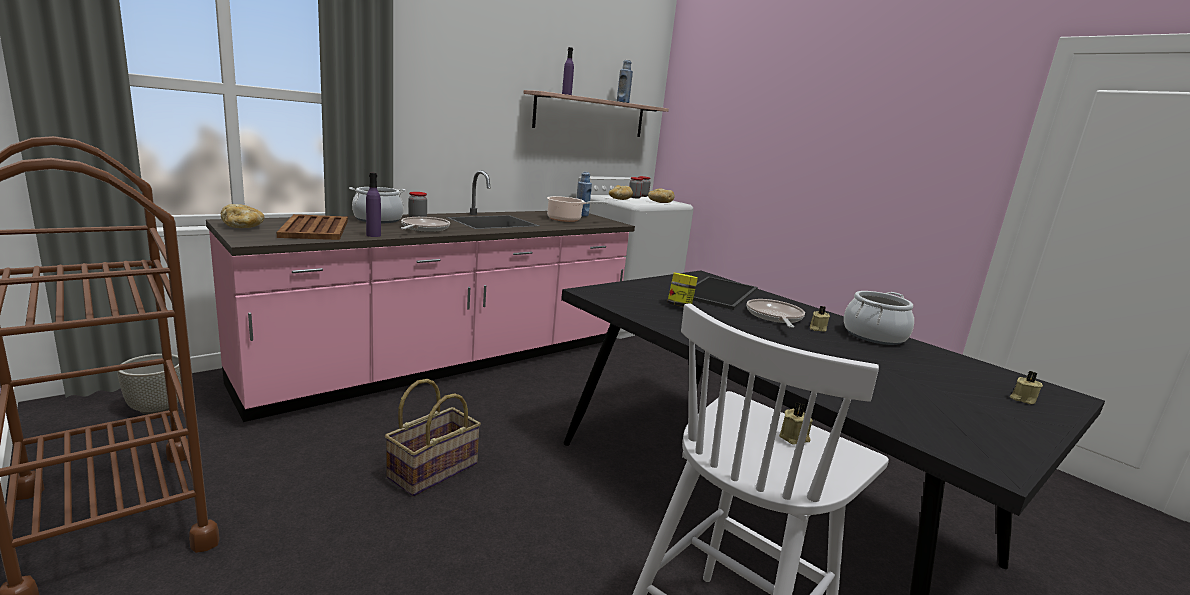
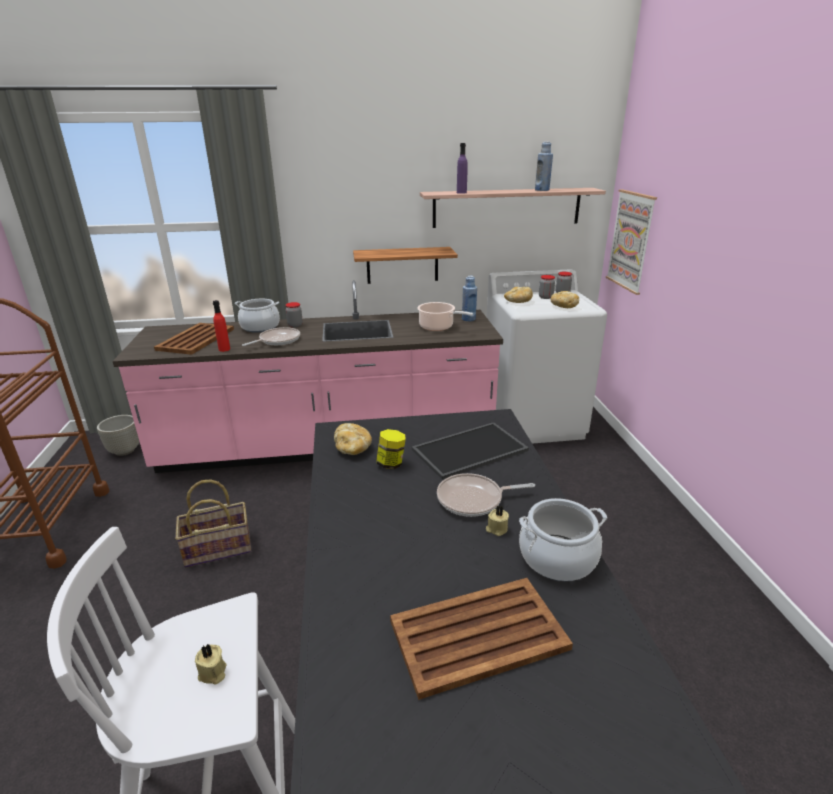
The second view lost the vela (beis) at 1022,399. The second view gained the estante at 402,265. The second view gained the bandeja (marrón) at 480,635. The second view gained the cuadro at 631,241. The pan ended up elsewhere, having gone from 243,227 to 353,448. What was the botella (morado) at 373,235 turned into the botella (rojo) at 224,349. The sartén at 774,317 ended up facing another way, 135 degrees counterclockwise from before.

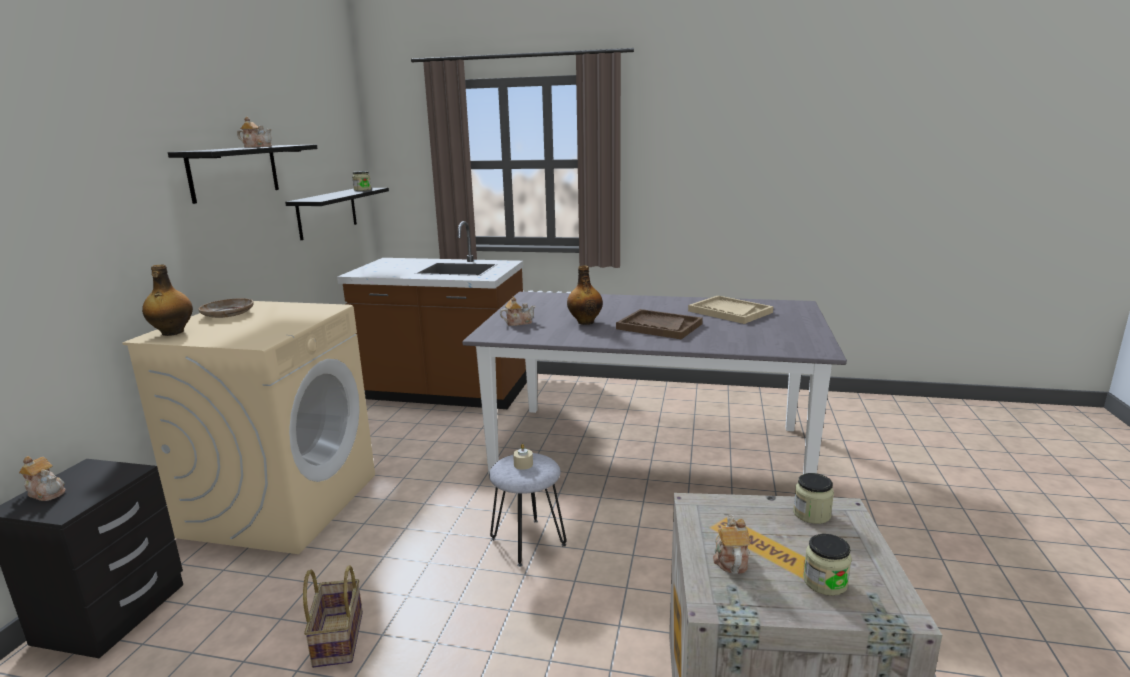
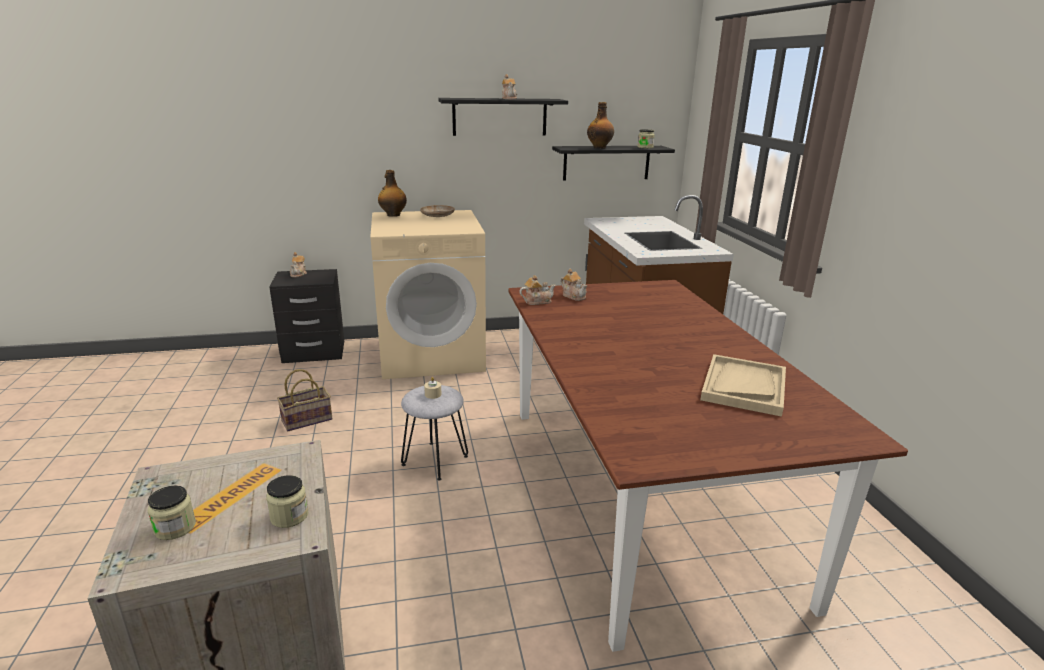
The second view lost the bandeja (marrón) at 659,326. The botella ended up elsewhere, having gone from 585,322 to 599,147. The tetera ended up elsewhere, having gone from 730,559 to 537,301. What was the mesa de comedor (gris) at 650,450 turned into the mesa de comedor (marrón) at 641,494.

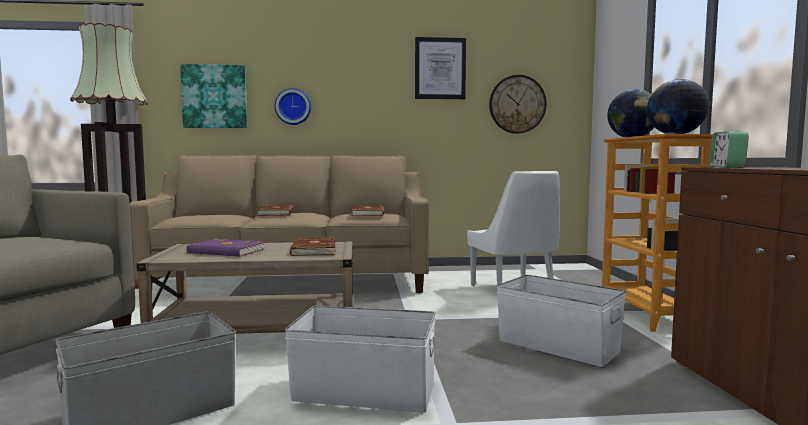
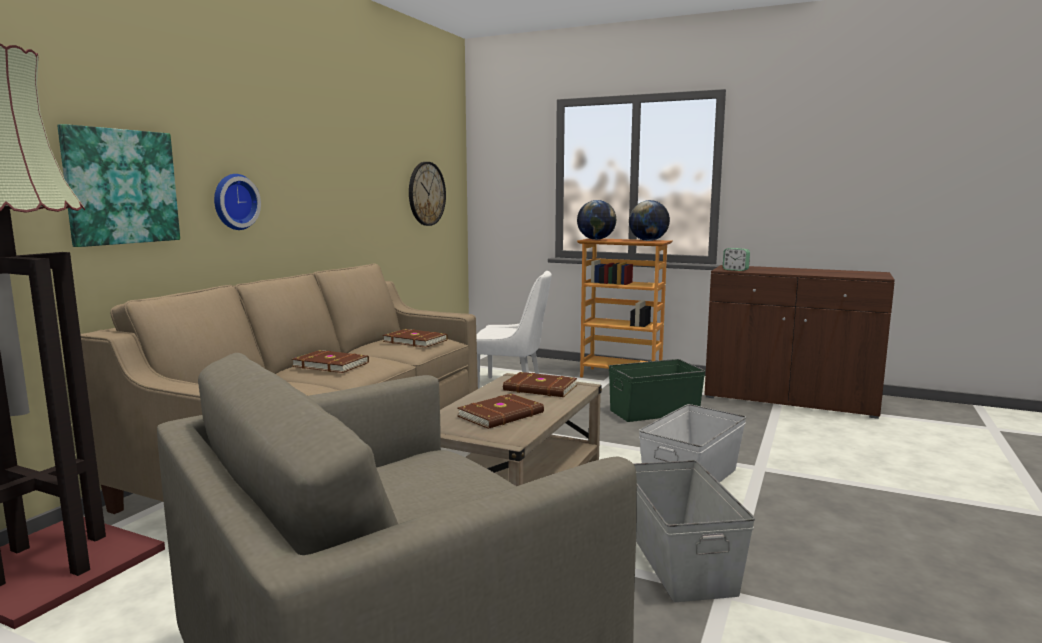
The second view lost the cuadro at 440,68. What was the libro (morado) at 226,252 turned into the libro (marrón) at 502,415. What was the caja de almacenaje (blanco) at 558,346 turned into the caja de almacenaje (verde) at 655,411.

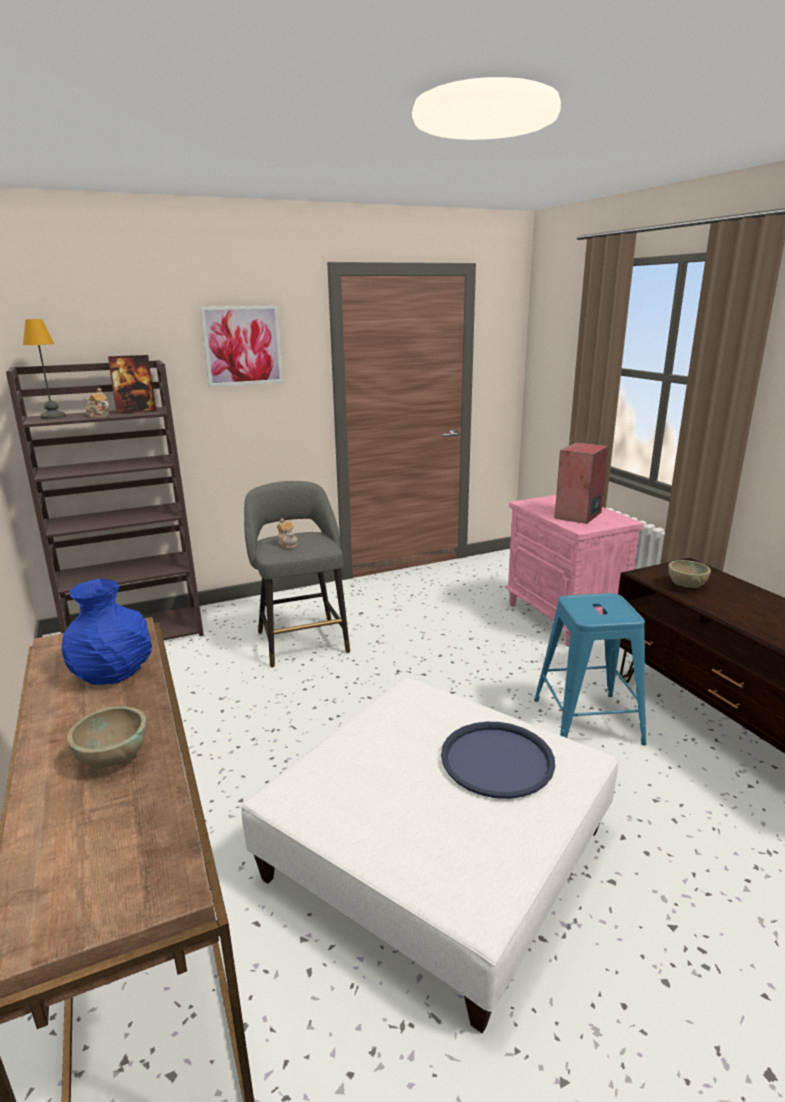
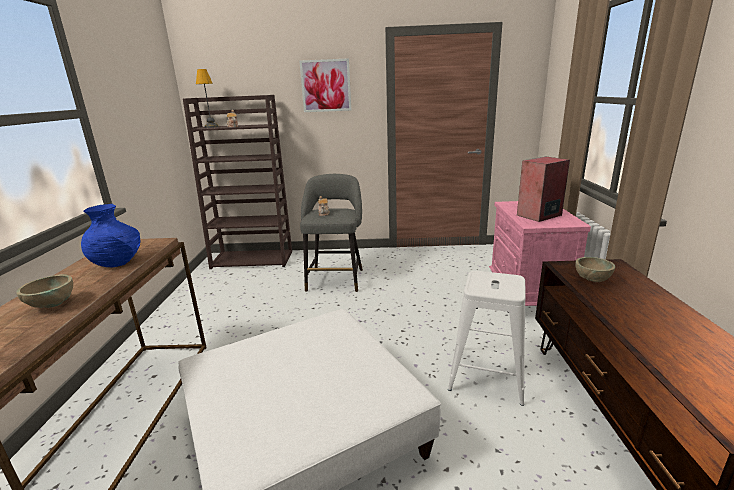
The second view lost the portarretratos at 136,411. The second view lost the bandeja (azul) at 497,760. What was the taburete (azul) at 587,721 turned into the taburete (blanco) at 487,375.

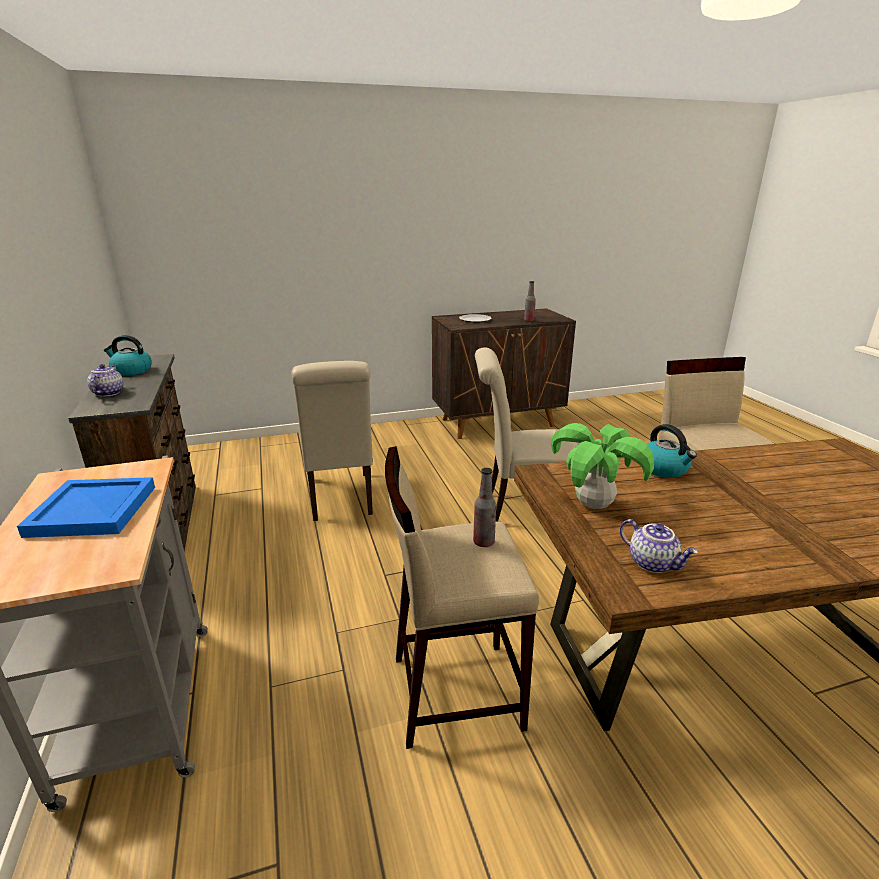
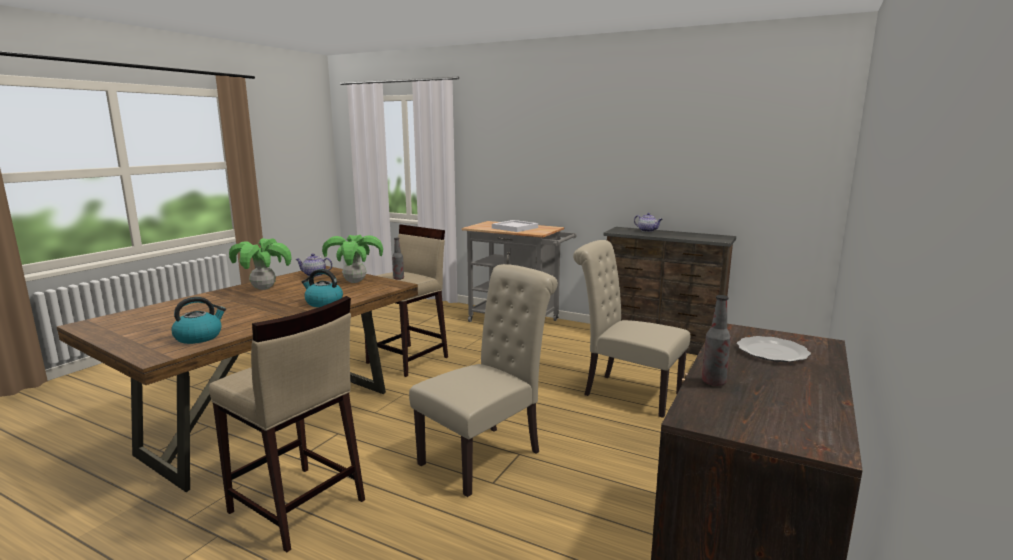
The second view gained the planta en maceta at 264,288. The hervidor ended up elsewhere, having gone from 131,371 to 199,337. What was the bandeja (azul) at 91,511 turned into the bandeja (blanco) at 515,228.

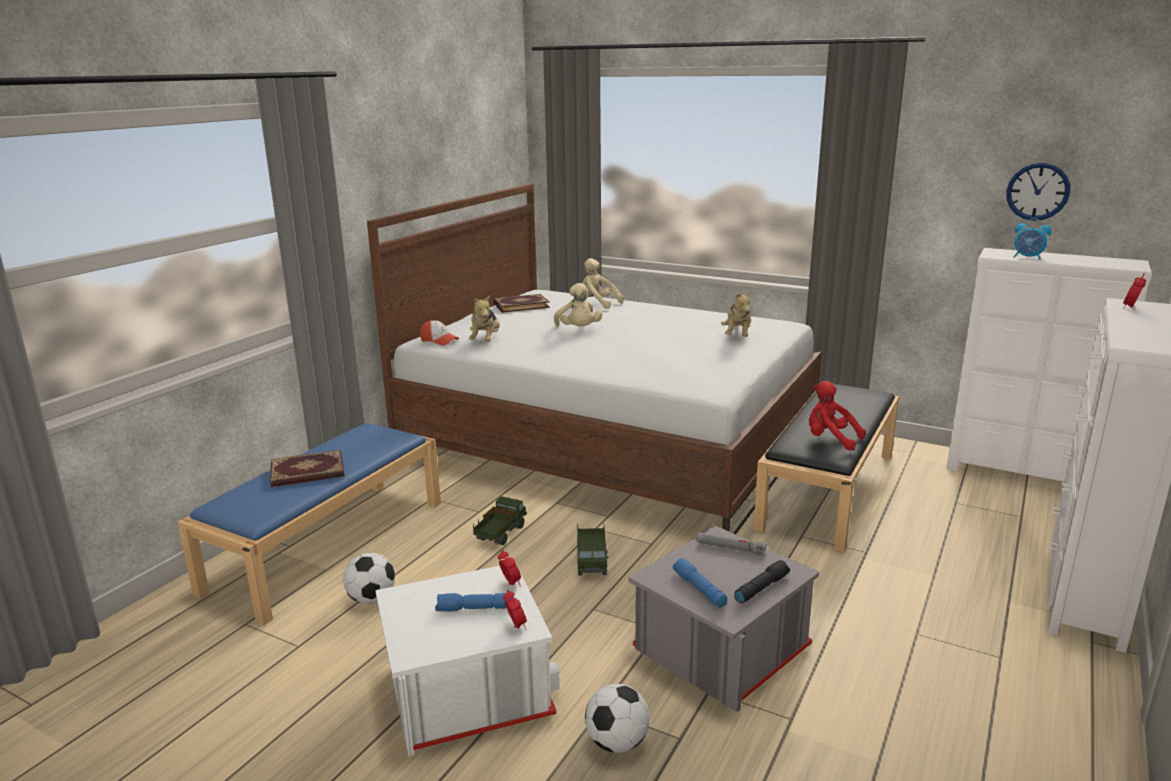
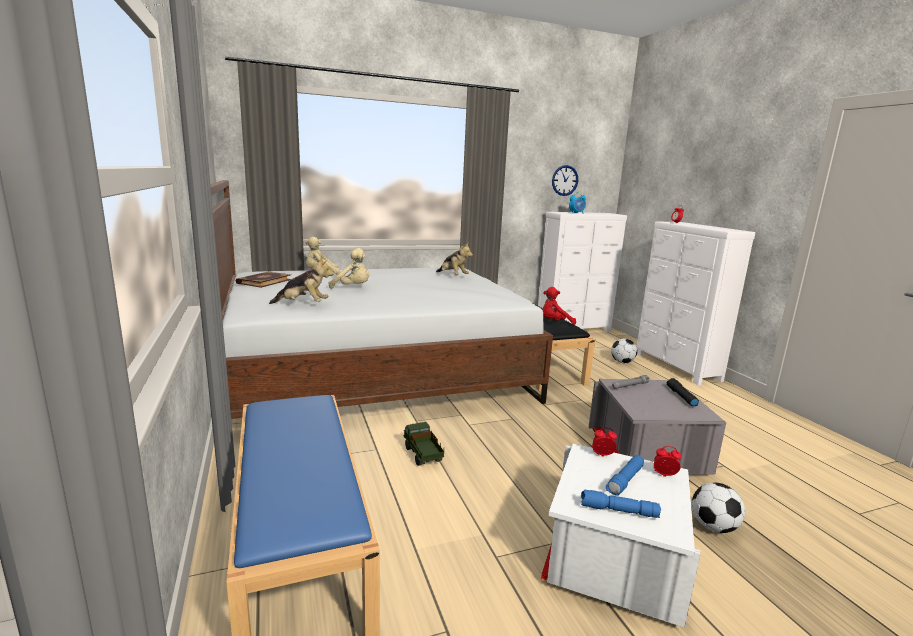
The second view lost the libro at 307,472. The second view lost the gorra at 439,341. The second view lost the camión de juguete at 592,562. The balón de fútbol ended up elsewhere, having gone from 372,599 to 622,362. The linterna (azul) ended up elsewhere, having gone from 698,589 to 618,511. The peluche at 486,340 ended up facing another way, 45 degrees counterclockwise from before.

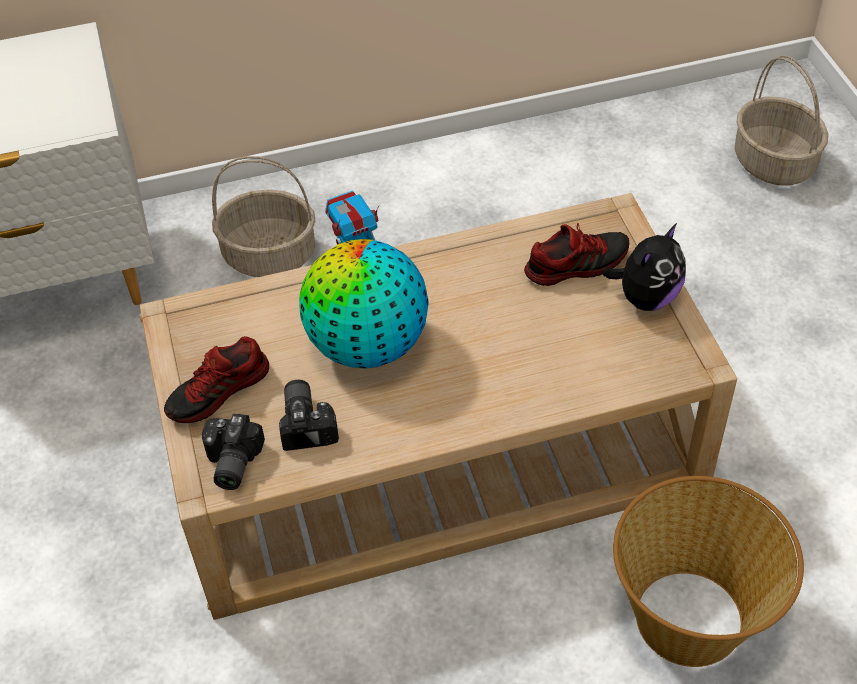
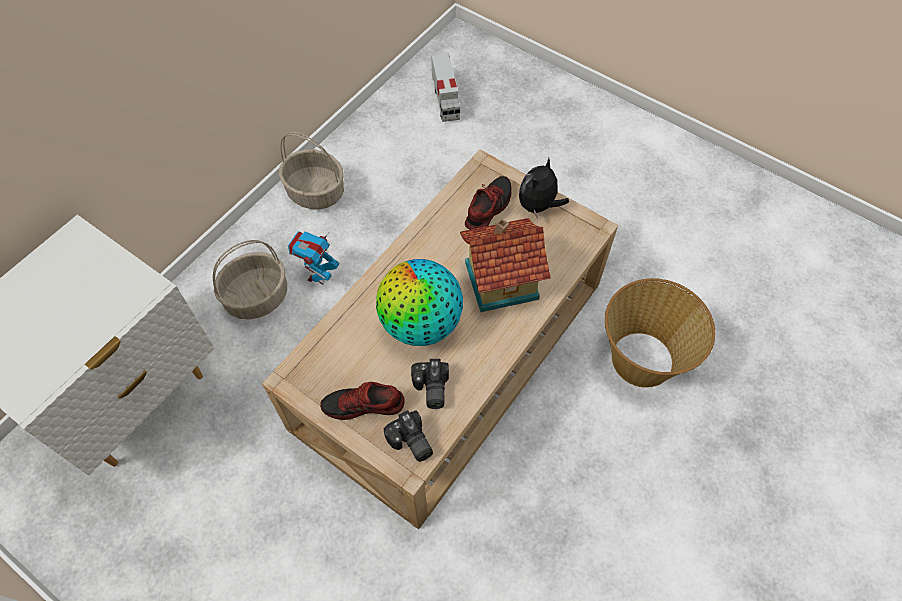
The second view gained the camión de juguete at 445,99. The second view gained the casita at 500,279. The cesta ended up elsewhere, having gone from 775,163 to 316,192. The zapato at 219,392 ended up facing another way, 75 degrees clockwise from before. The cámara at 308,422 ended up facing another way, 135 degrees counterclockwise from before. The peluche at 646,297 ended up facing another way, 150 degrees counterclockwise from before.

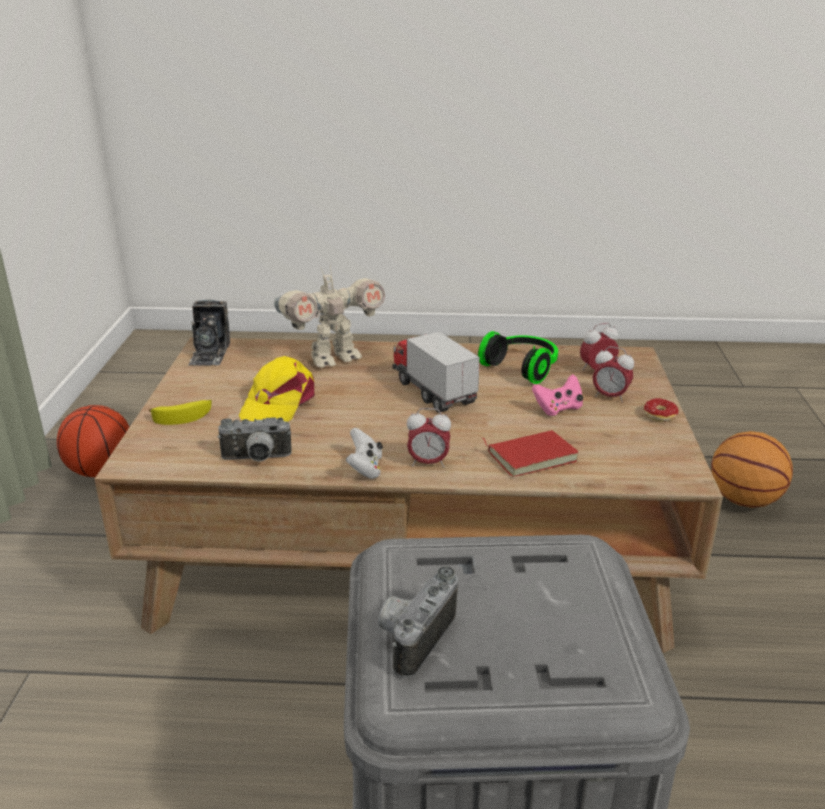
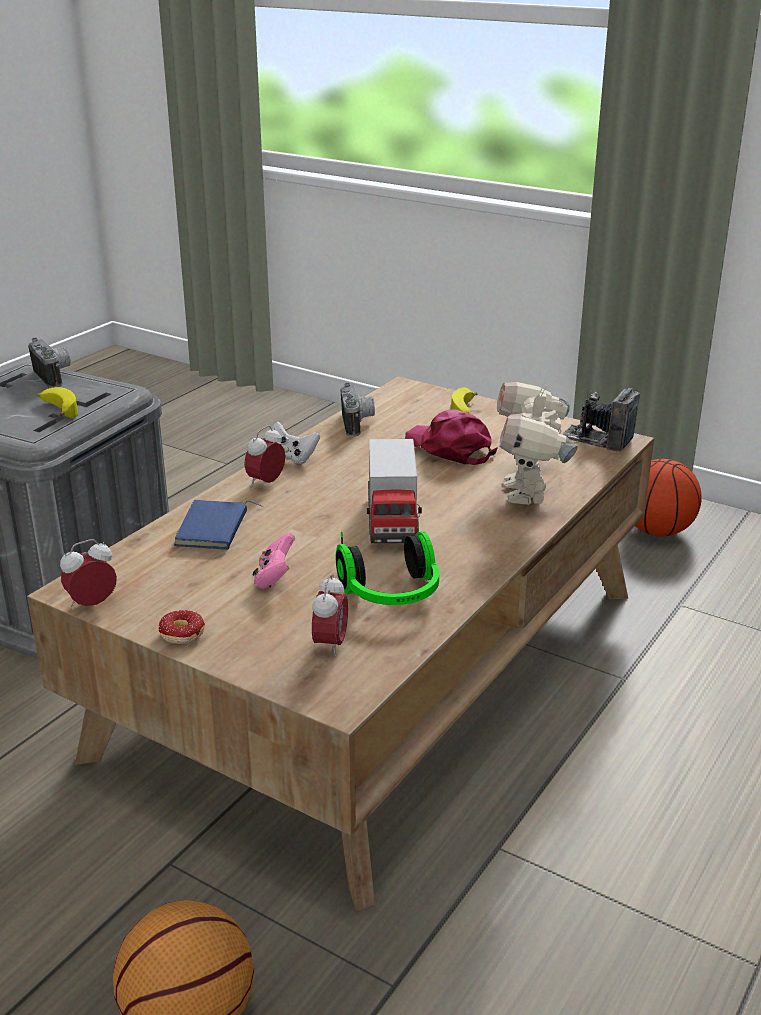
The second view gained the plátano at 58,410. The despertador ended up elsewhere, having gone from 610,397 to 92,604. What was the gorra (amarillo) at 278,403 turned into the gorra (rosa) at 449,448. What was the libro (rojo) at 531,455 turned into the libro (azul) at 214,530. The cámara at 256,459 ended up facing another way, 150 degrees clockwise from before. The camión de juguete at 433,391 ended up facing another way, 90 degrees clockwise from before.

